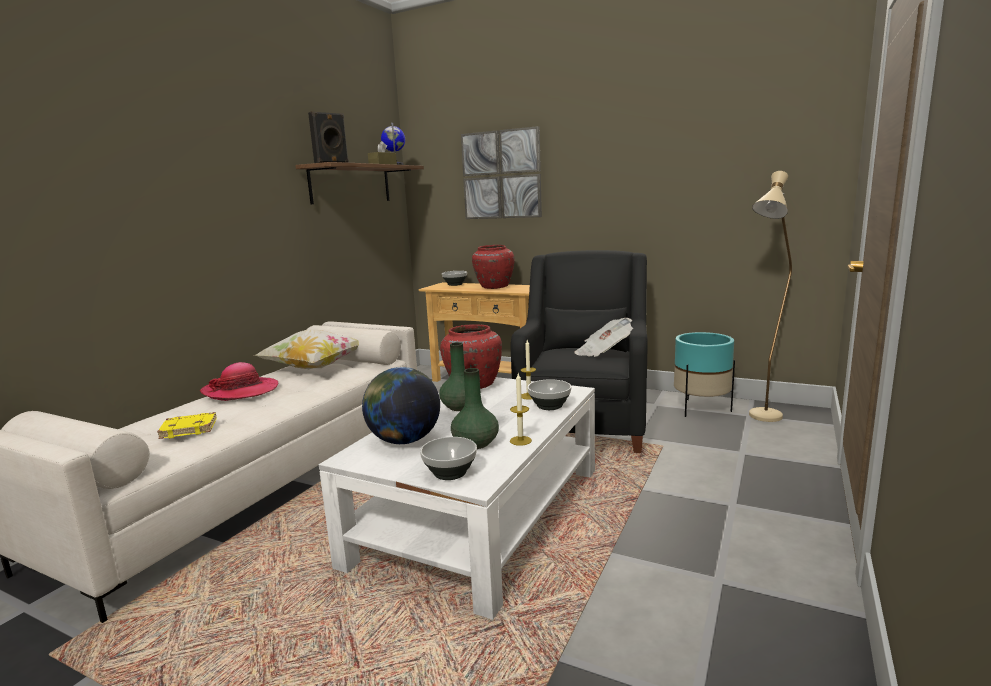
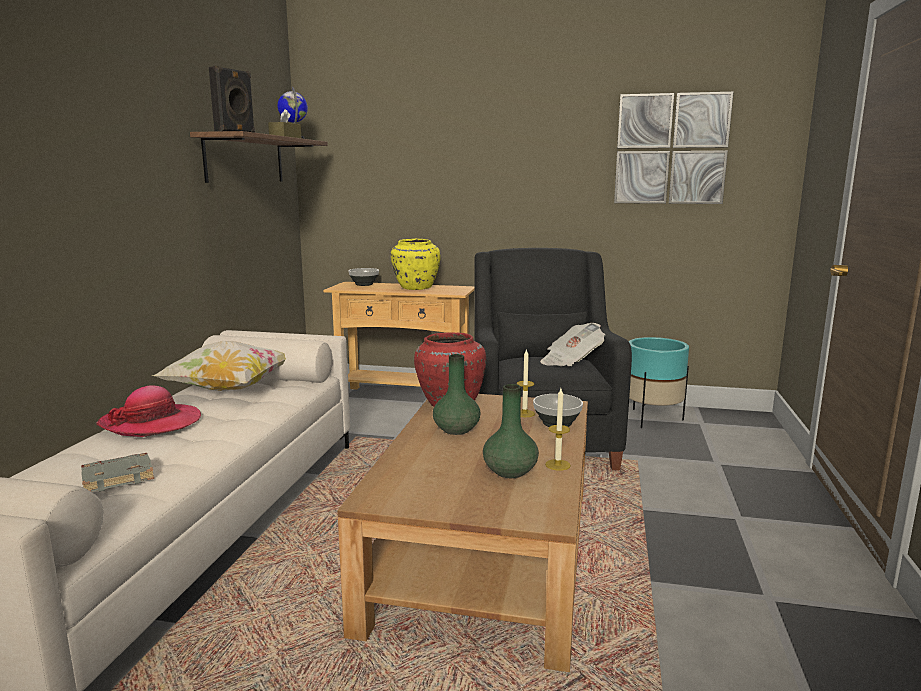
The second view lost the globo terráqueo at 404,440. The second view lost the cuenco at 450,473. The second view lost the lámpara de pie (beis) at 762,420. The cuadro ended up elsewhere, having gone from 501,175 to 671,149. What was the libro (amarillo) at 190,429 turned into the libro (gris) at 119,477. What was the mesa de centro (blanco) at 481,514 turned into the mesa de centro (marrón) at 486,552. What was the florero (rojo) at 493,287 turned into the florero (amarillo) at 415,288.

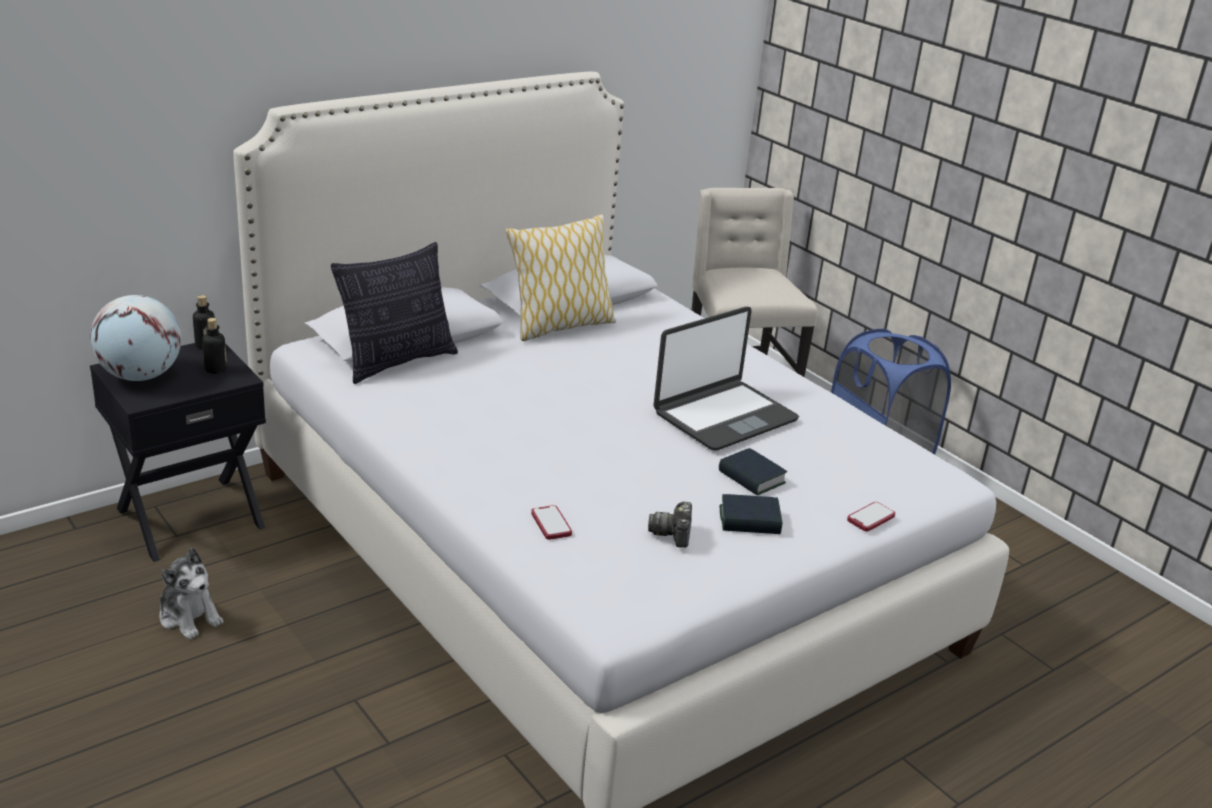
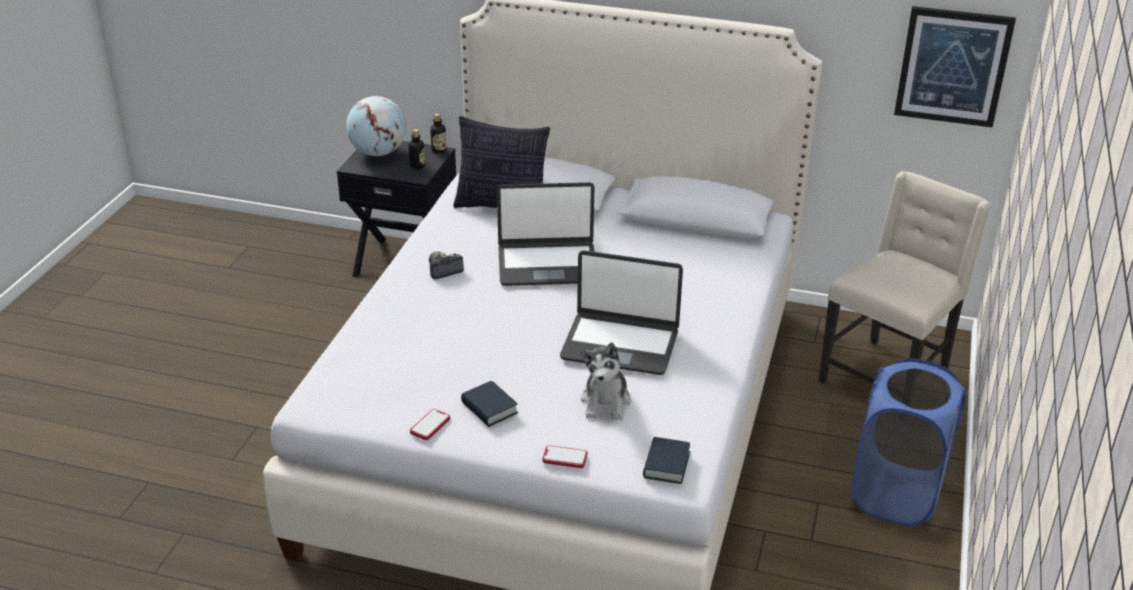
The second view lost the cojín at 560,326. The second view gained the portátil at 547,264. The second view gained the cuadro at 953,66. The peluche ended up elsewhere, having gone from 189,617 to 606,402. The móvil ended up elsewhere, having gone from 551,524 to 430,425. The cámara ended up elsewhere, having gone from 673,533 to 443,271. The libro ended up elsewhere, having gone from 751,477 to 666,465.

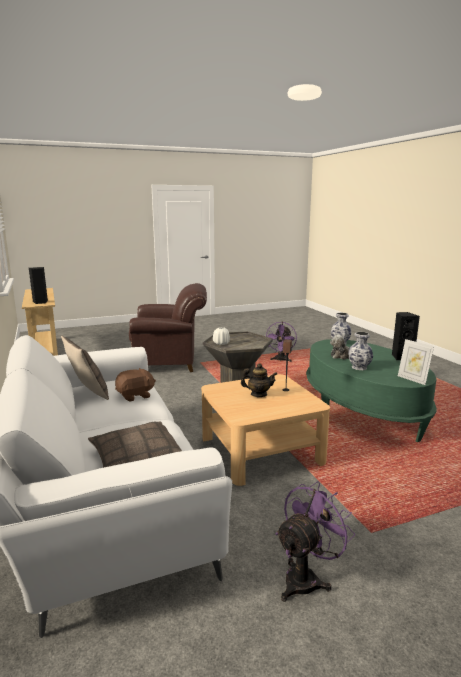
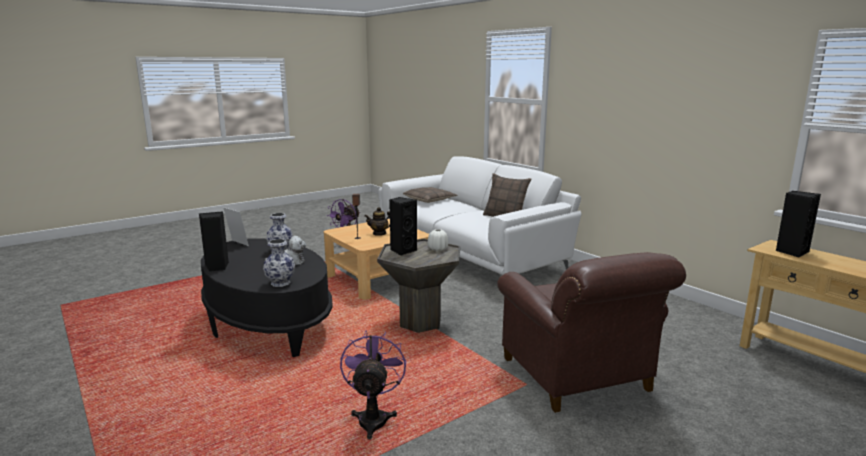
The second view lost the peluche (marrón) at 135,396. The second view gained the altavoz (negro) at 402,251. What was the mesa de centro (verde) at 362,411 turned into the mesa de centro (negro) at 268,322. The sillón (marrón) at 170,362 ended up facing another way, 90 degrees counterclockwise from before.

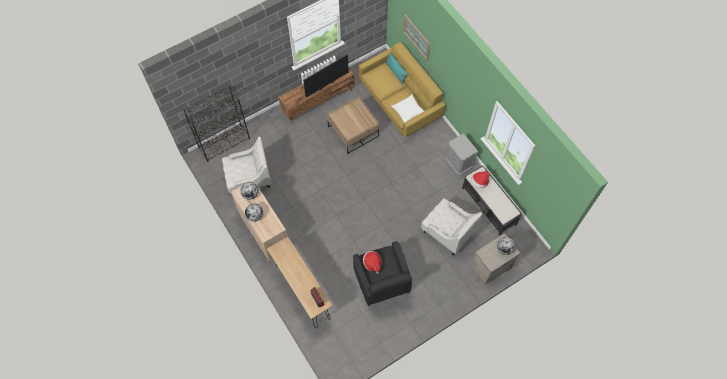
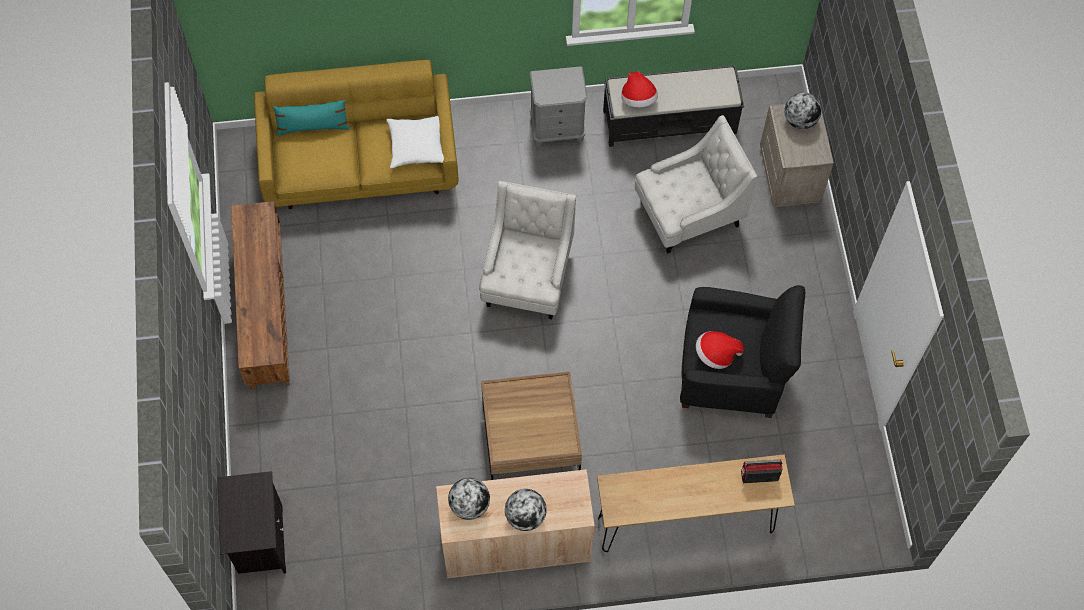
The second view lost the televisor at 326,85. The second view lost the cuadro at 416,37. The sillón (blanco) ended up elsewhere, having gone from 249,179 to 527,279. The mesa de centro (marrón) ended up elsewhere, having gone from 353,131 to 530,439. Where the estantería (negro) stood at 224,143, the mesita de noche (negro) came to stand at 259,541.

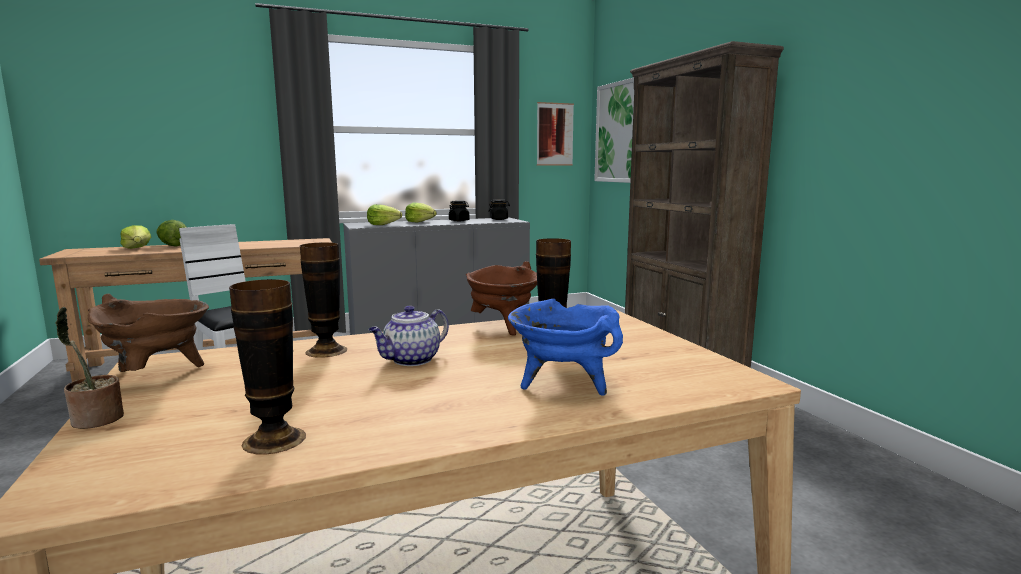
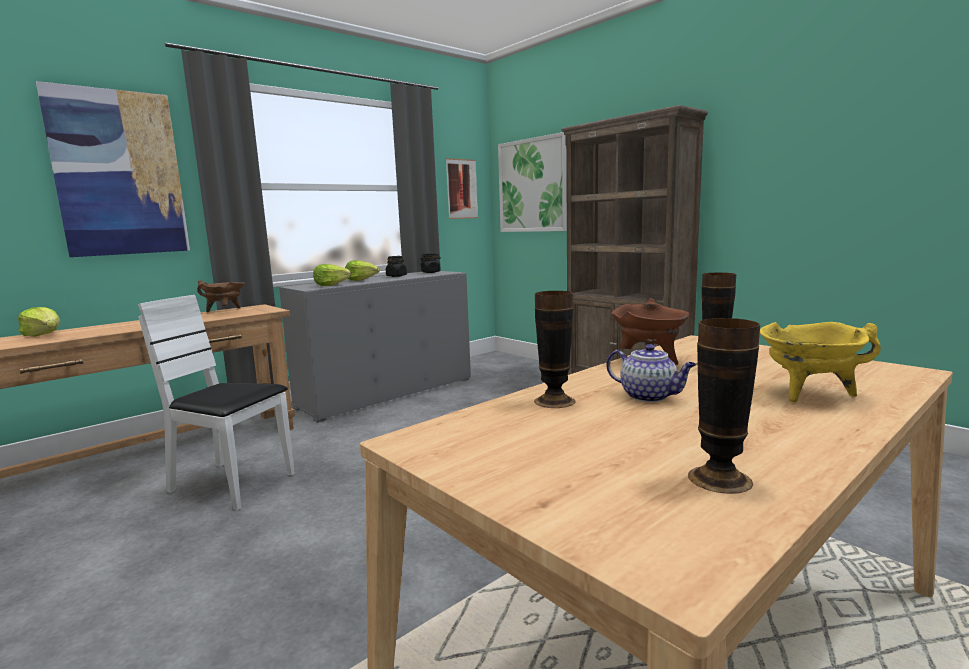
The second view lost the planta en maceta at 95,420. The second view lost the lechuga at 173,246. The second view gained the cuadro at 119,174. The olla (marrón) ended up elsewhere, having gone from 156,375 to 225,311. What was the olla (azul) at 563,384 turned into the olla (amarillo) at 809,394. The tetera at 411,360 ended up facing another way, 75 degrees counterclockwise from before.

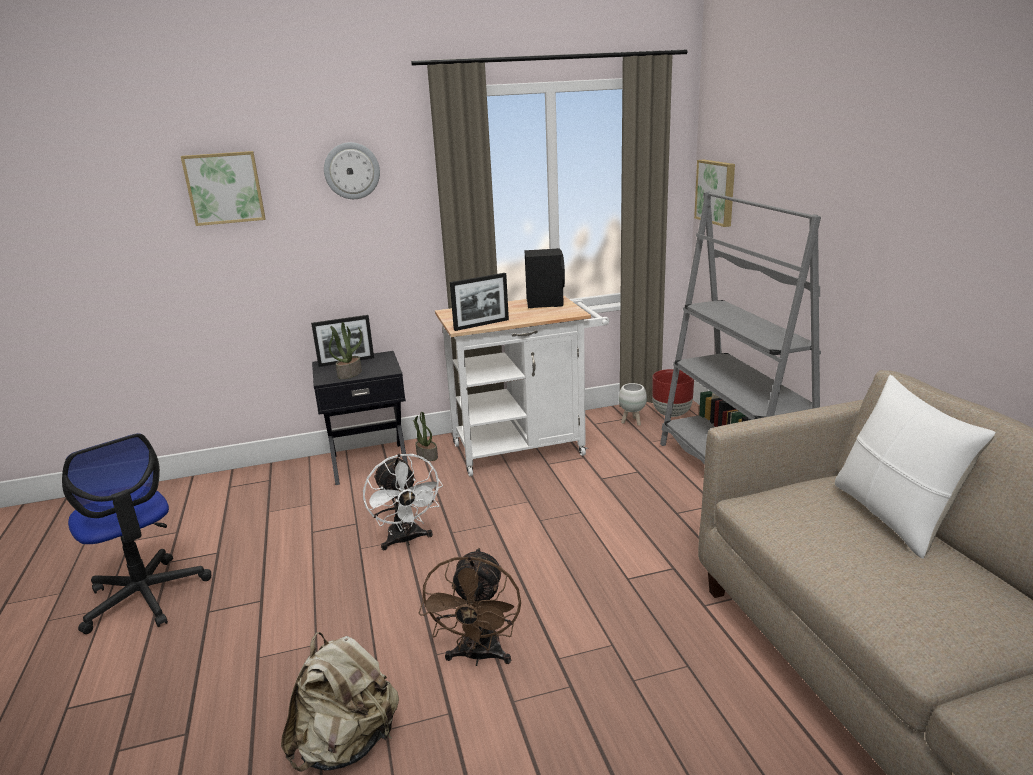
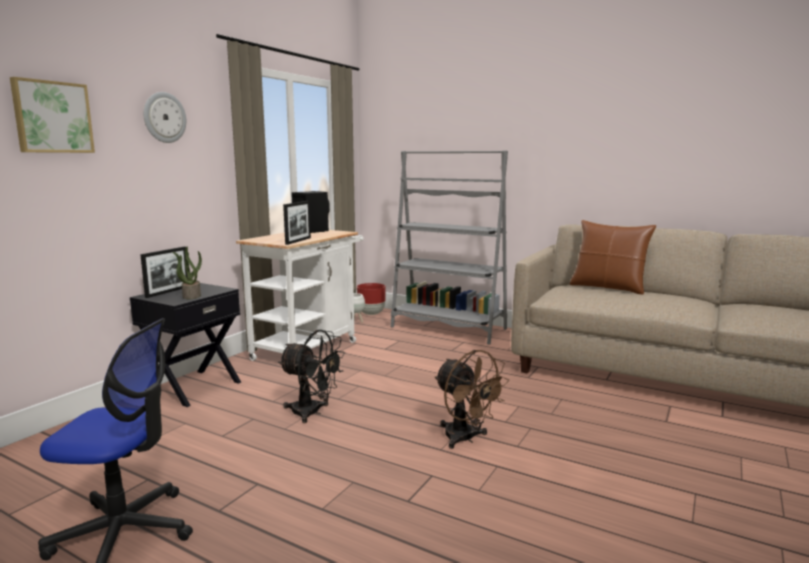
The second view lost the mochila (beis) at 347,744. The second view lost the planta en maceta at 426,456. The second view lost the cuadro at 716,192. What was the ventilador (blanco) at 406,540 turned into the ventilador (negro) at 312,412. What was the cojín (blanco) at 893,516 turned into the cojín (marrón) at 608,288.

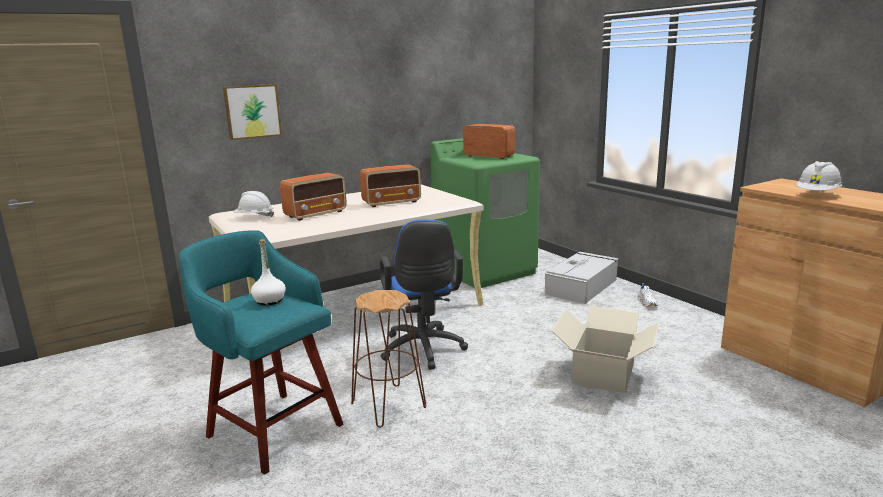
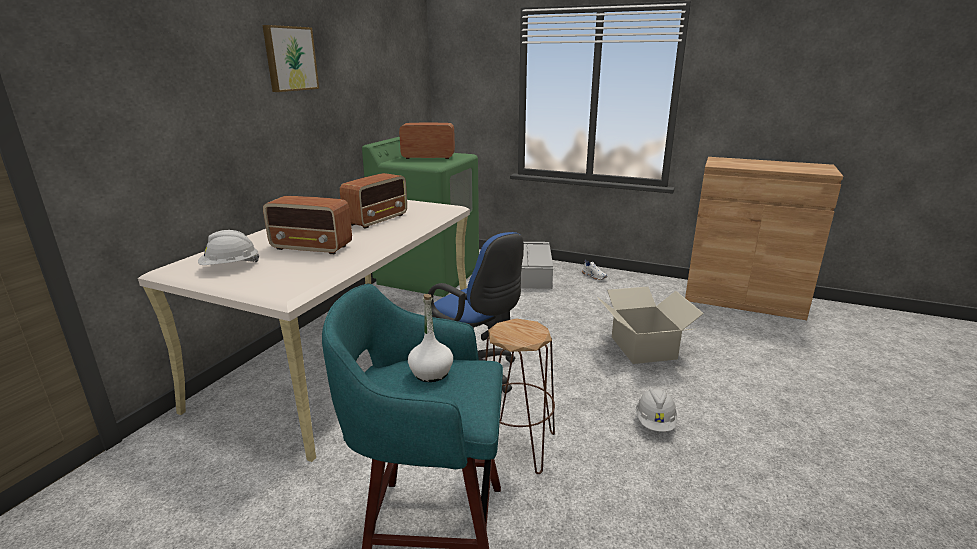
The cuadro ended up elsewhere, having gone from 252,111 to 289,59. The casco (blanco) ended up elsewhere, having gone from 817,194 to 655,422. The radio at 316,214 ended up facing another way, 90 degrees clockwise from before.

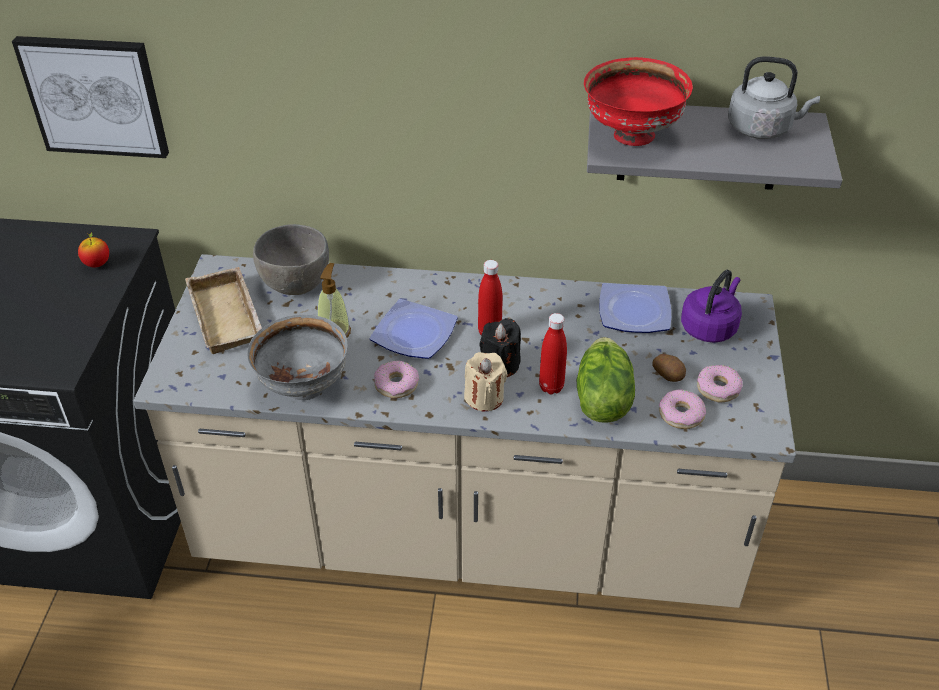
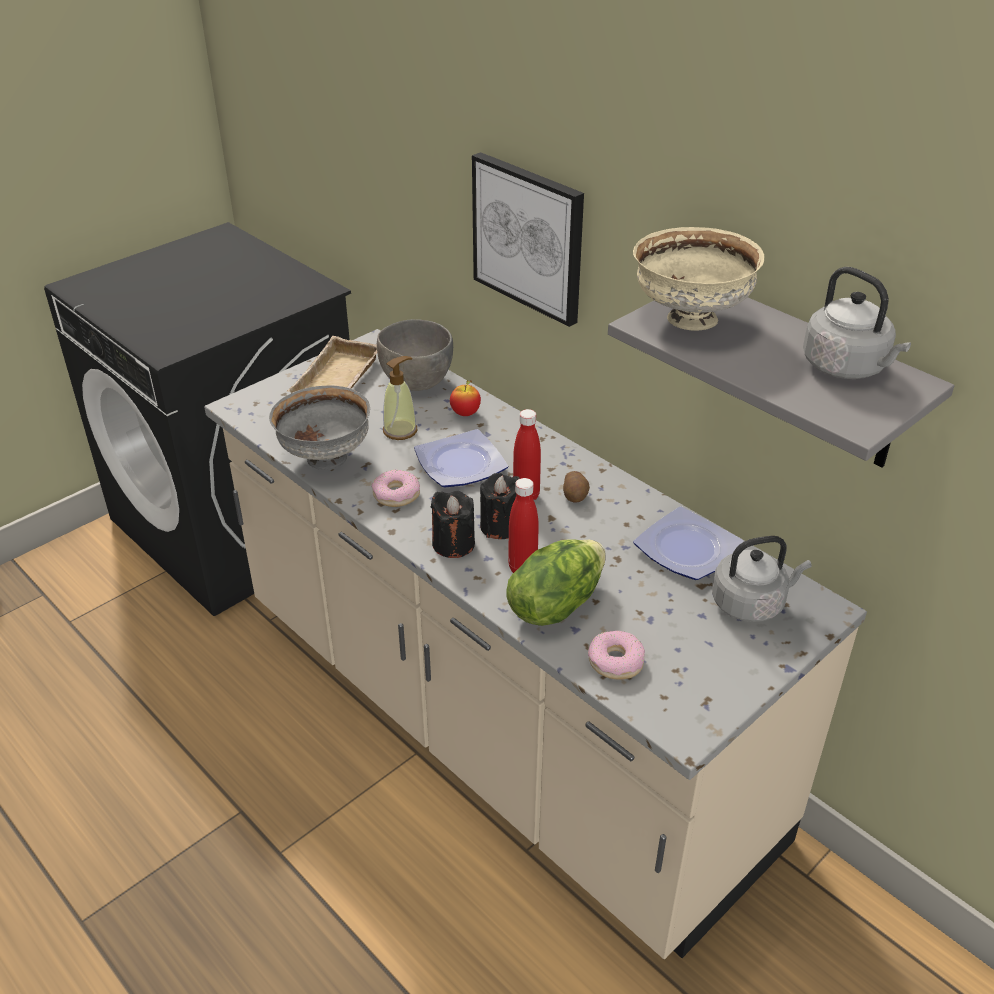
The second view lost the rosquilla at 718,388. The cuadro ended up elsewhere, having gone from 95,96 to 529,237. The manzana ended up elsewhere, having gone from 97,264 to 465,413. The patata ended up elsewhere, having gone from 668,374 to 575,495. What was the vela (beis) at 484,397 turned into the vela (negro) at 453,544. What was the cuenco (rojo) at 631,136 turned into the cuenco (beis) at 689,319. What was the hervidor (morado) at 710,327 turned into the hervidor (gris) at 751,603.

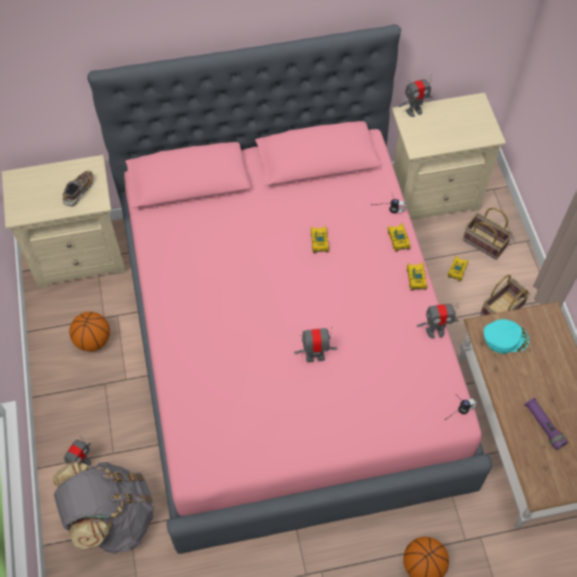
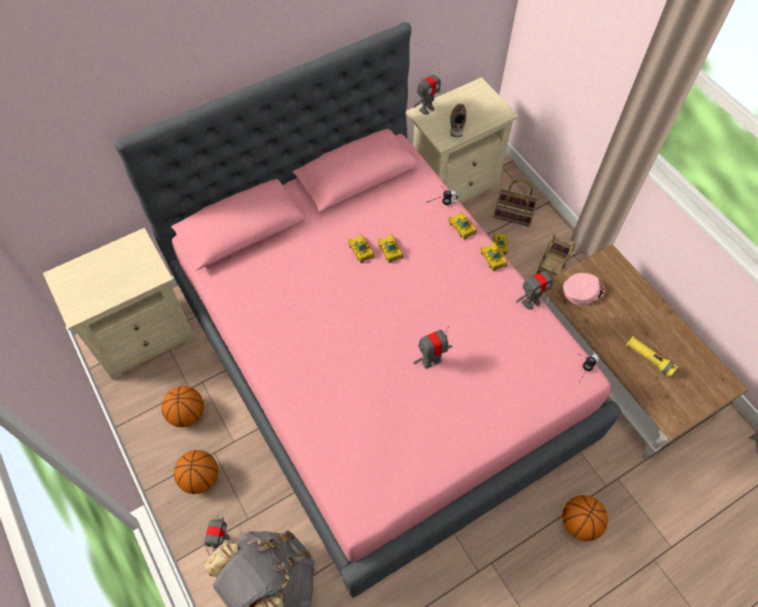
The second view gained the balón de baloncesto at 200,478. The second view gained the coche de juguete at 361,250. The zapato ended up elsewhere, having gone from 79,191 to 457,124. What was the gorra (turquesa) at 505,338 turned into the gorra (rosa) at 582,290. What was the linterna (morado) at 543,426 turned into the linterna (amarillo) at 649,359.

